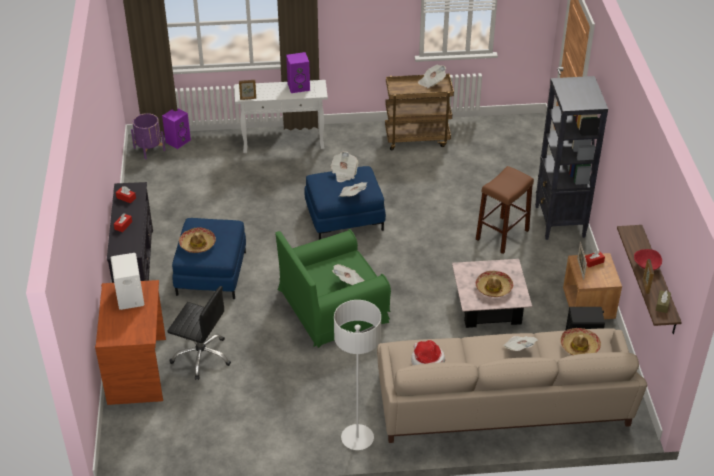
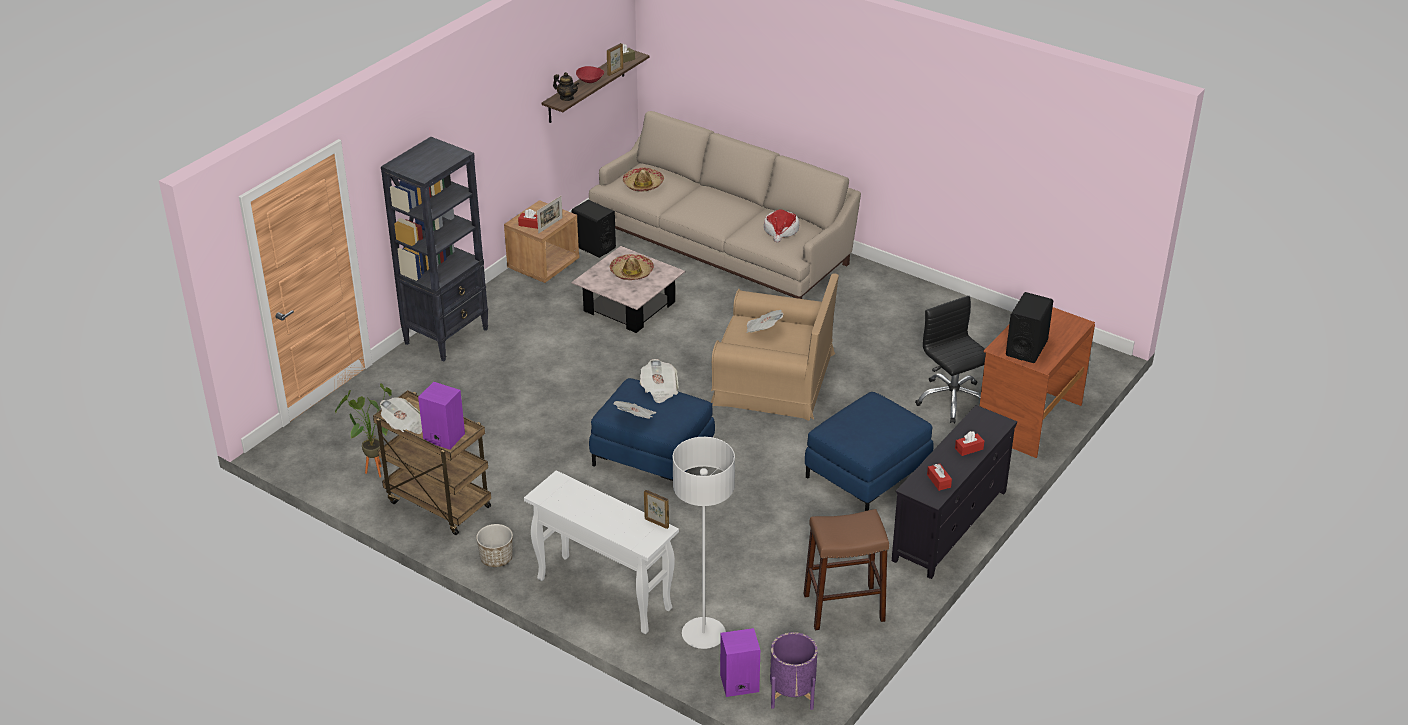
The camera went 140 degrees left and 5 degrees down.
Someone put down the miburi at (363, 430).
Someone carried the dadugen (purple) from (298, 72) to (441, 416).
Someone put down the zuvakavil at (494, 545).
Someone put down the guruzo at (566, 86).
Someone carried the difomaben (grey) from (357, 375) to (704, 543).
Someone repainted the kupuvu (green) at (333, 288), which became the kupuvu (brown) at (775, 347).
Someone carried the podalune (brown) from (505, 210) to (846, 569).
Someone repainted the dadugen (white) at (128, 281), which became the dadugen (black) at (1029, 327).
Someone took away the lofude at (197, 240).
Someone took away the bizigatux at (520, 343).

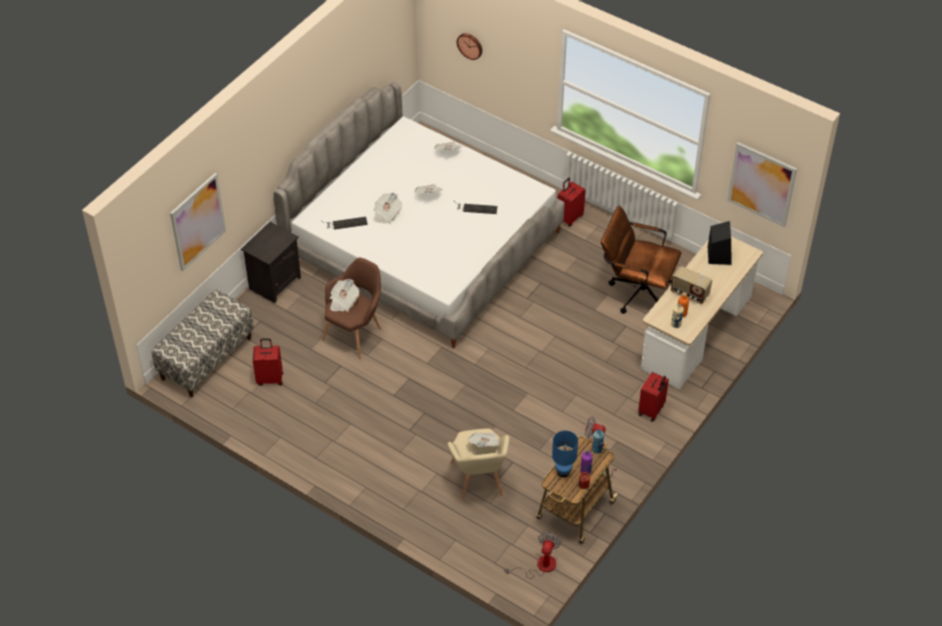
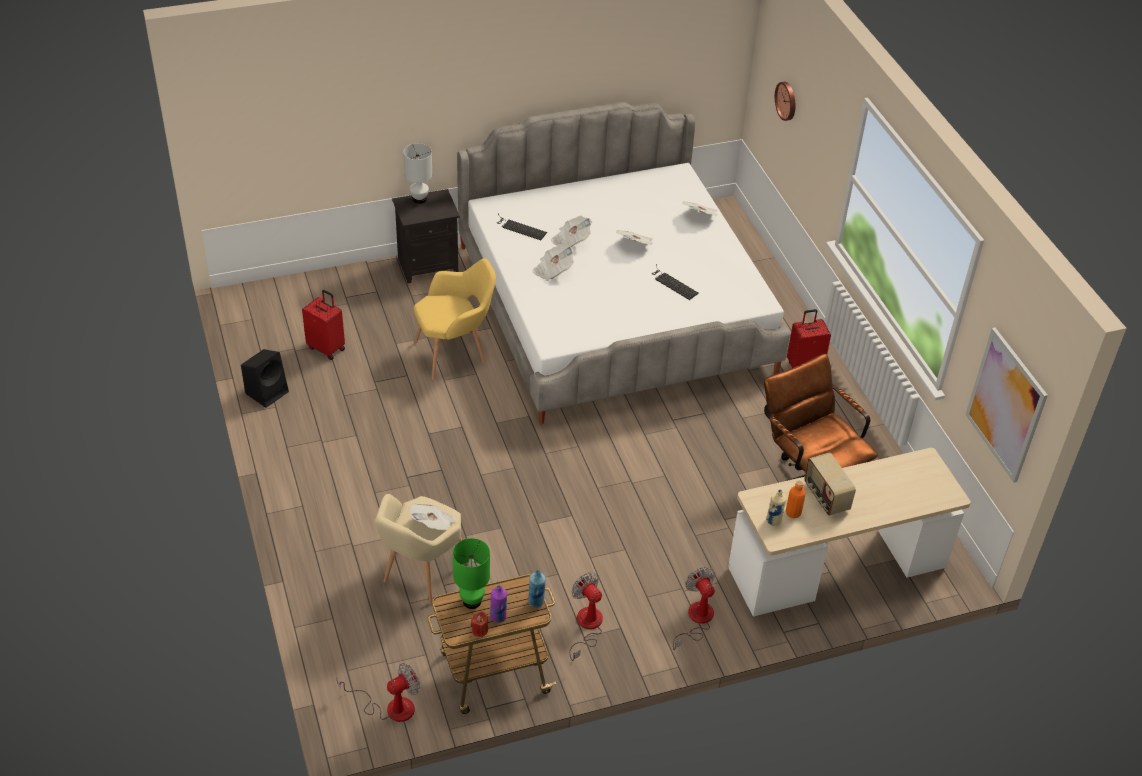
The camera went 35 degrees right and 5 degrees down.
Someone carried the dadugen (black) from (720, 243) to (265, 378).
Someone put down the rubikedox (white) at (417, 173).
Someone repainted the kupuvu (brown) at (351, 308), which became the kupuvu (yellow) at (455, 319).
Someone repainted the rubikedox (blue) at (565, 454), which became the rubikedox (green) at (471, 573).
Someone carried the bizigatux from (344, 295) to (553, 262).
Someone swapped the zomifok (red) at (653, 397) for the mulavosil at (694, 608).
Someone took away the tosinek at (203, 343).
Someone took away the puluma at (198, 222).

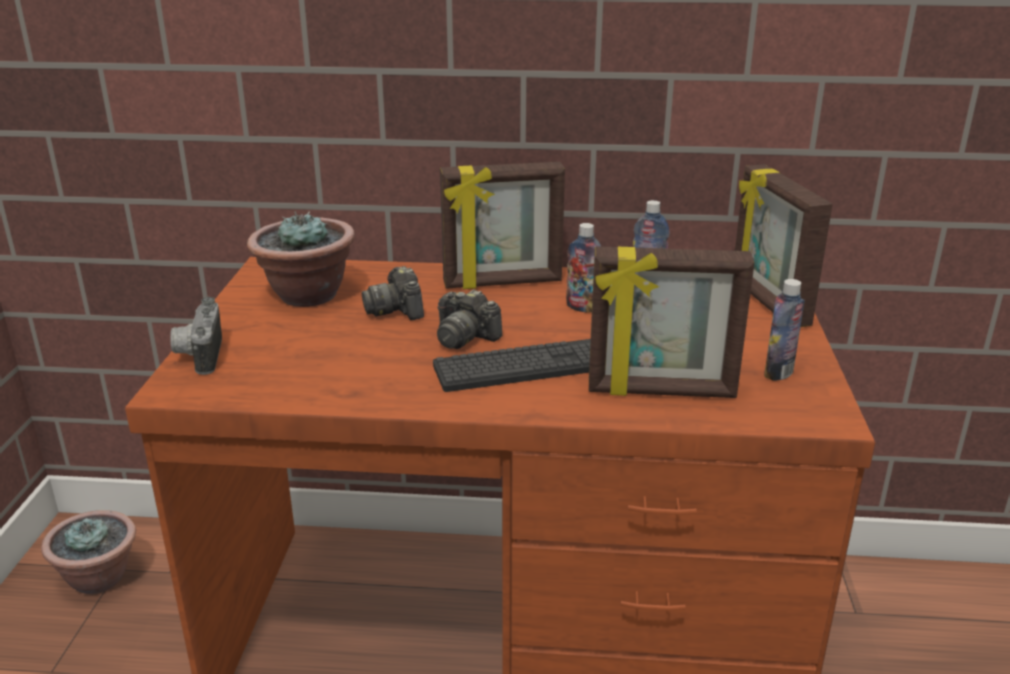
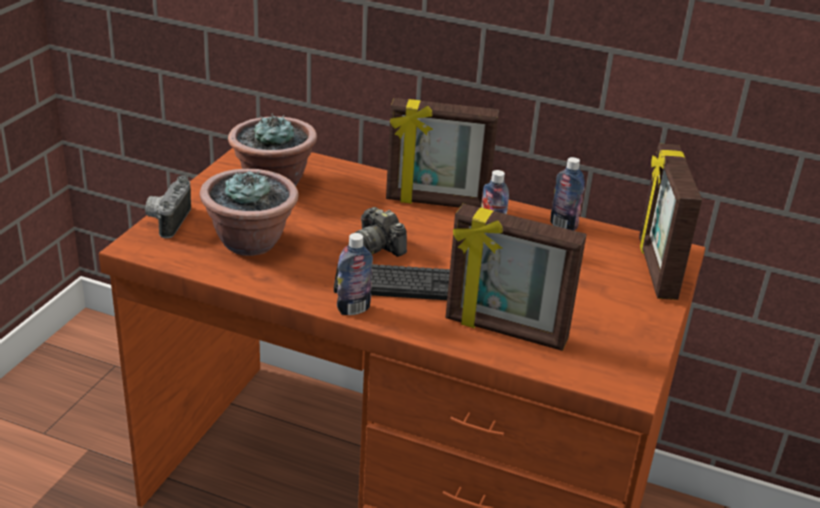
The camera went 15 degrees right and 5 degrees up.
Someone carried the miburi from (88, 552) to (249, 212).
Someone carried the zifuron from (784, 330) to (355, 274).
Someone took away the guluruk at (393, 293).

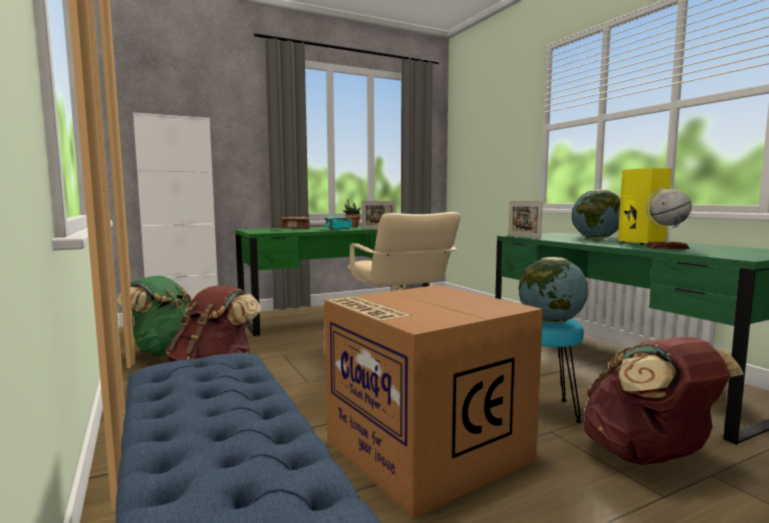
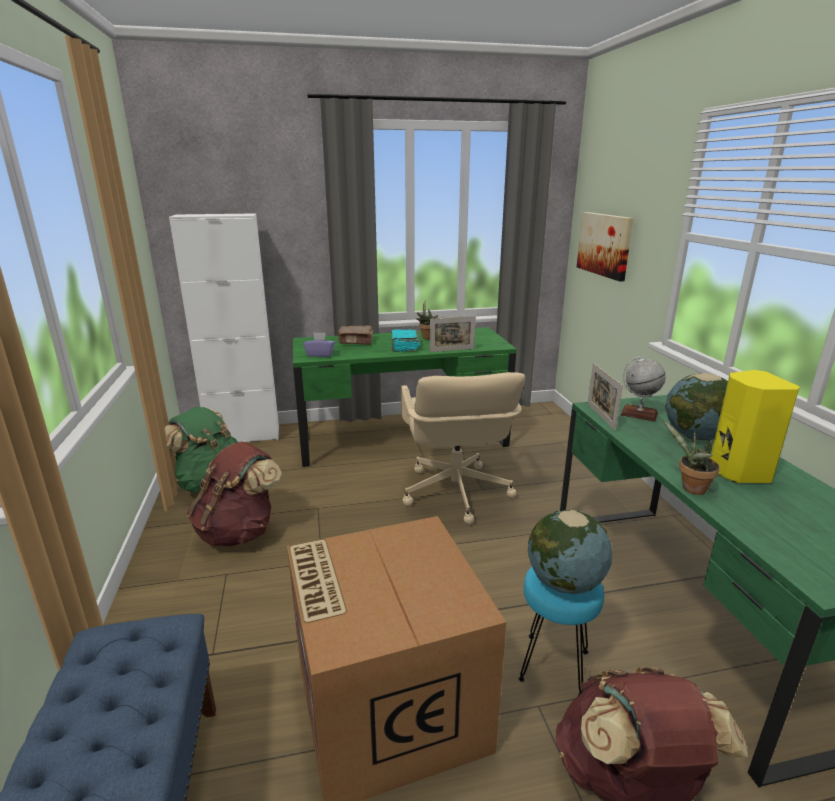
The camera went 15 degrees right and 15 degrees up.
Someone put down the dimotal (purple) at (319, 345).
Someone put up the puluma at (605, 246).
Someone carried the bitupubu from (668, 218) to (643, 389).
Someone put down the miburi at (691, 457).

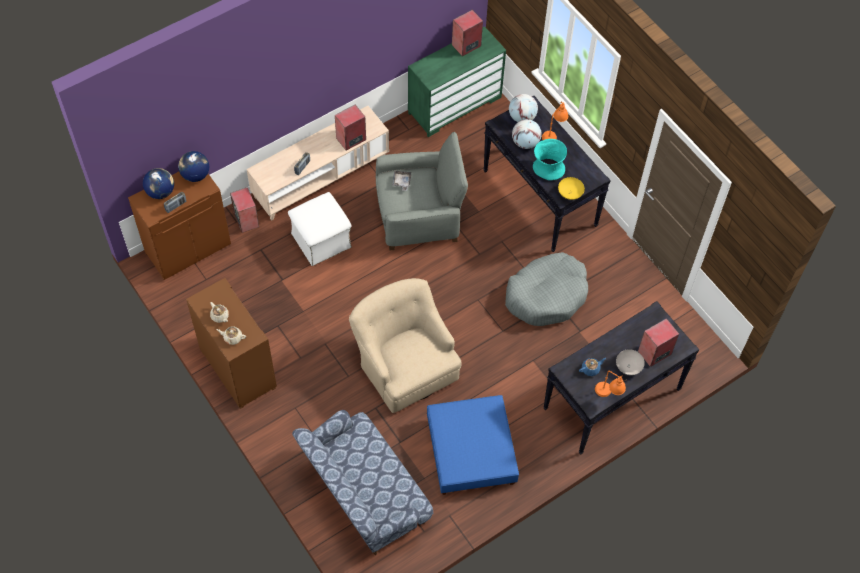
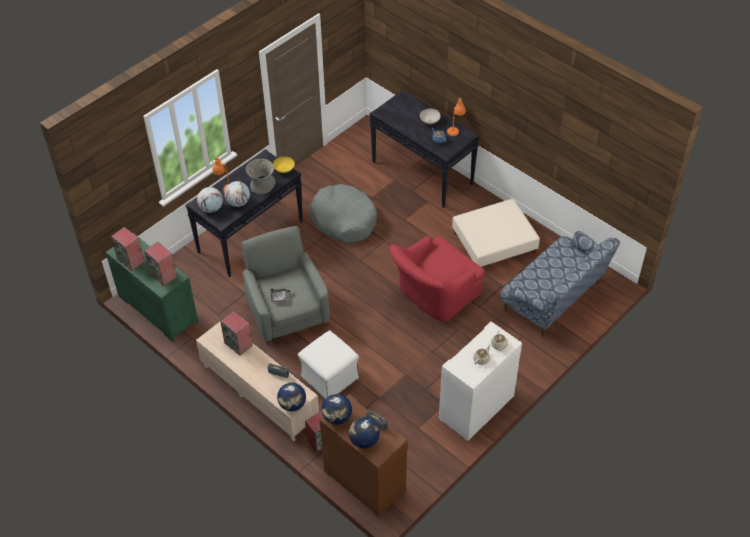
The camera went 100 degrees left and 10 degrees down.
Someone carried the dadugen from (658, 342) to (160, 264).
Someone repainted the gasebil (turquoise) at (550, 159), which became the gasebil (grey) at (261, 177).
Someone put down the bitupubu at (291, 397).
Someone repainted the kupuvu (beige) at (405, 345), which became the kupuvu (red) at (437, 278).
Someone repainted the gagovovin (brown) at (231, 343), which became the gagovovin (white) at (480, 382).
Someone repainted the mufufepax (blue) at (473, 445), which became the mufufepax (beige) at (496, 233).

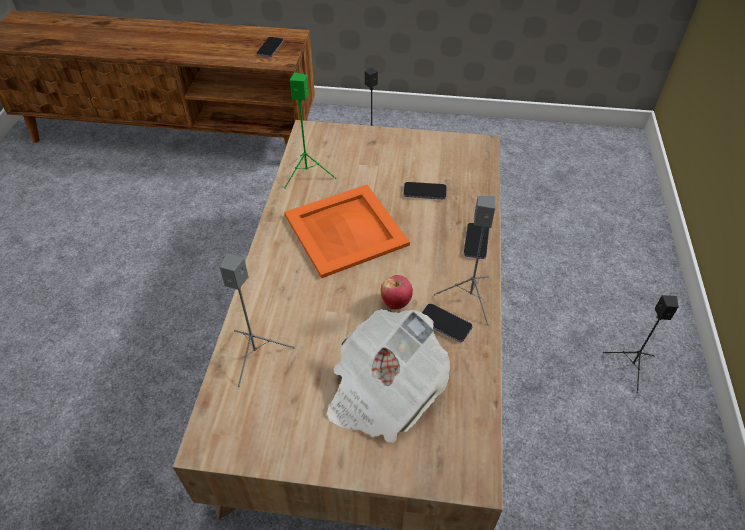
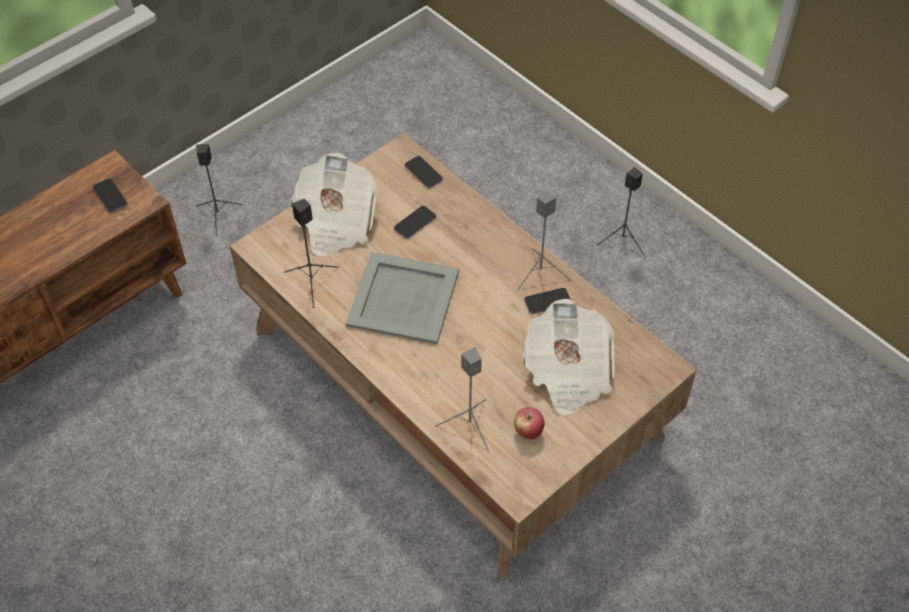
The camera went 50 degrees left and 5 degrees up.
Someone repainted the dadugen (green) at (310, 130), which became the dadugen (black) at (311, 253).
Someone put down the bizigatux at (334, 204).
Someone repainted the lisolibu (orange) at (347, 231), which became the lisolibu (grey) at (402, 298).
Someone carried the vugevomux from (476, 241) to (424, 172).
Someone carried the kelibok from (397, 292) to (529, 423).

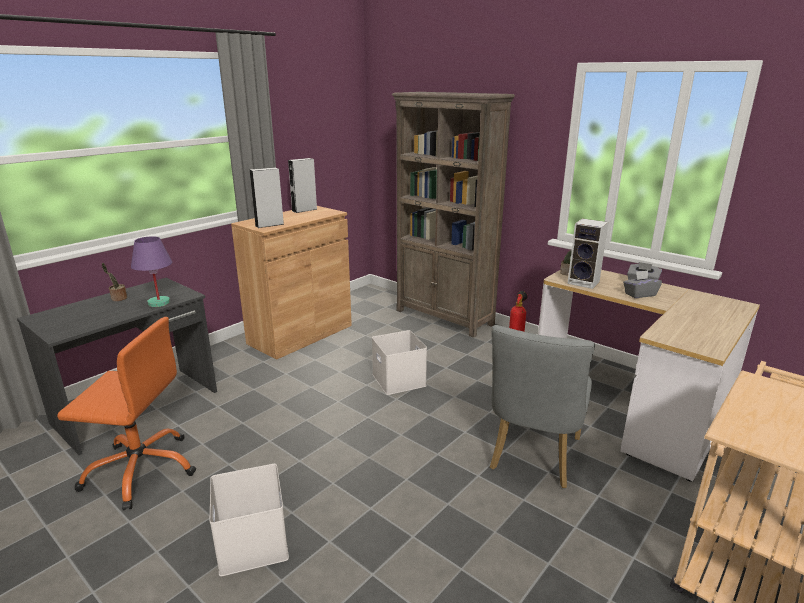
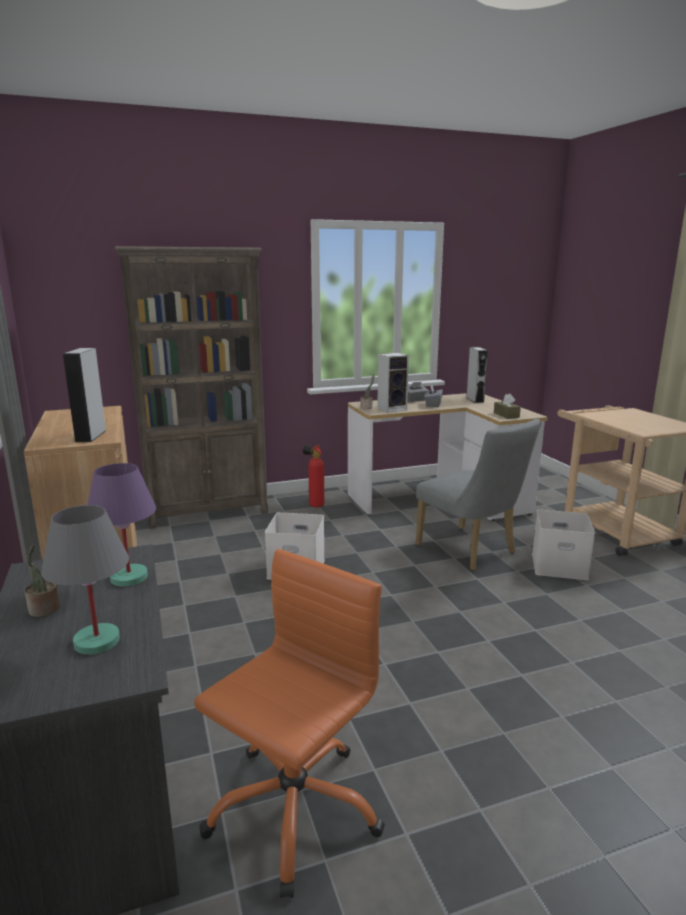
The camera went 60 degrees left and 5 degrees down.
Someone put down the rubikedox (grey) at (85, 580).
Someone carried the dadugen (grey) from (303, 185) to (477, 375).
Someone put down the dimotal (brown) at (507, 406).
Someone carried the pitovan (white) from (249, 520) to (563, 544).

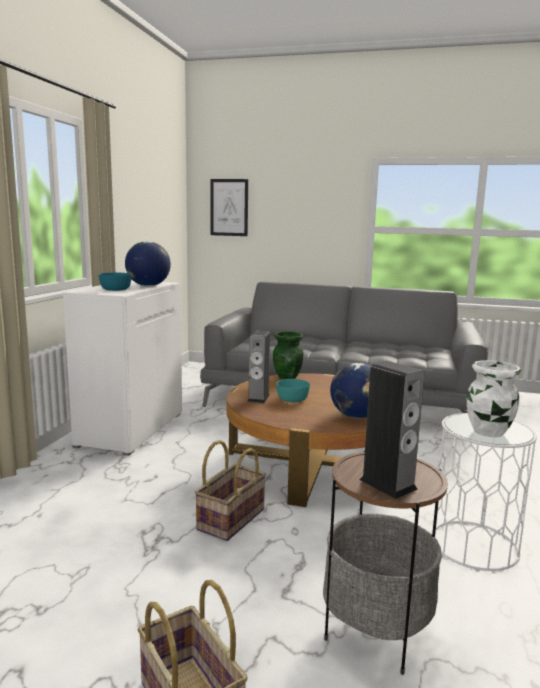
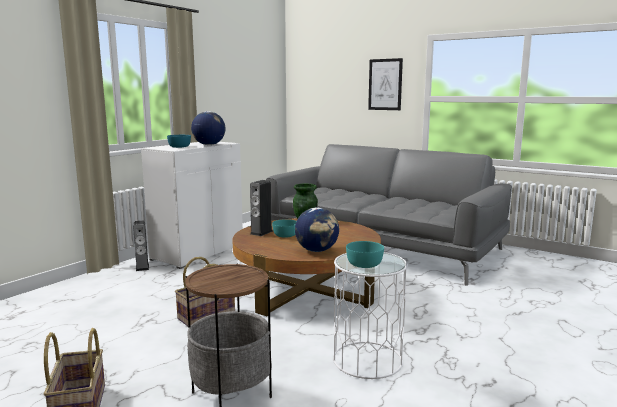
The camera went 20 degrees right and 0 degrees up.
Someone carried the dadugen from (391, 430) to (141, 246).
Someone swapped the gasebil (white) at (494, 398) for the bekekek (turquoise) at (365, 254).
Someone carried the puluma from (229, 207) to (385, 84).

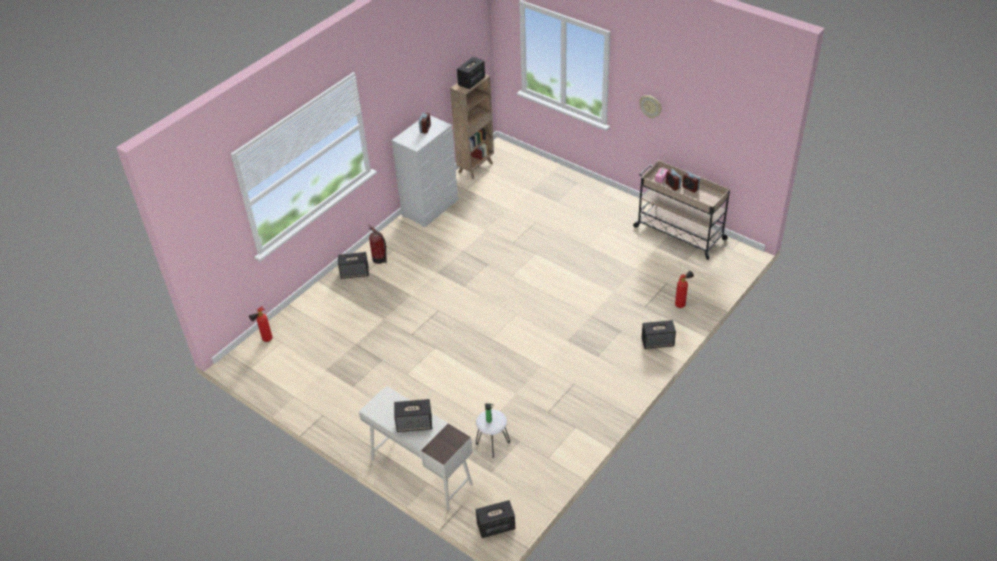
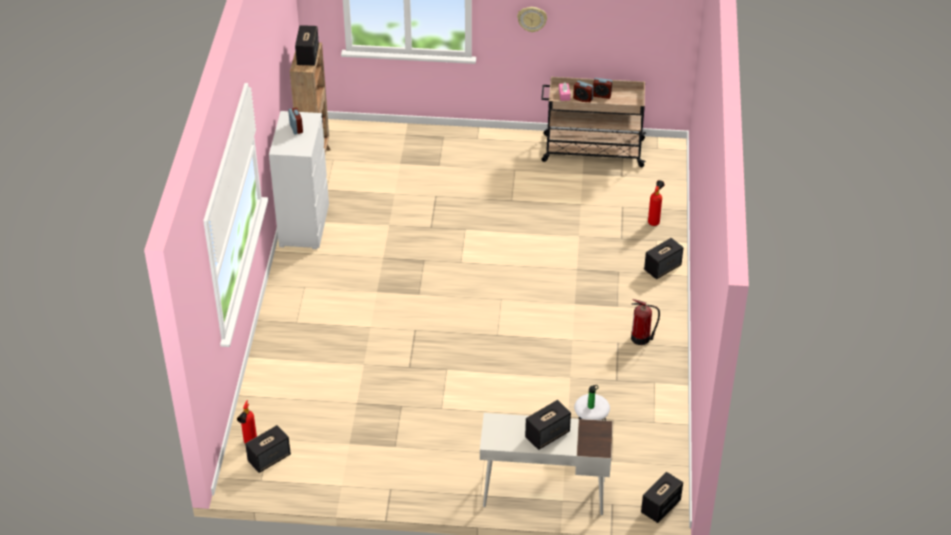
The camera went 35 degrees left and 0 degrees up.
Someone carried the dadugen from (353, 265) to (268, 449).
Someone carried the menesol from (377, 244) to (645, 322).

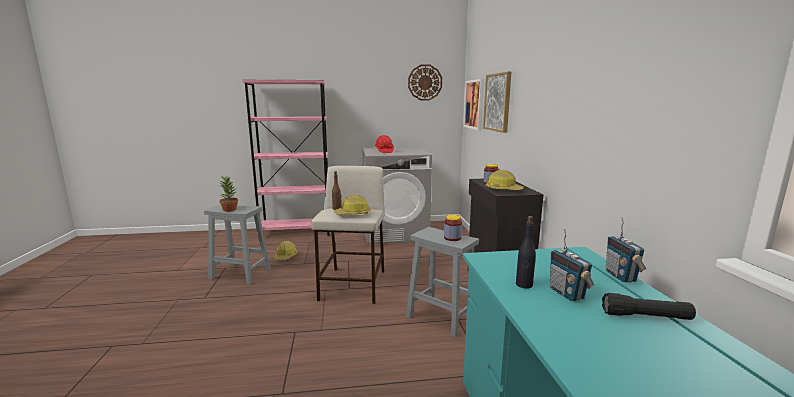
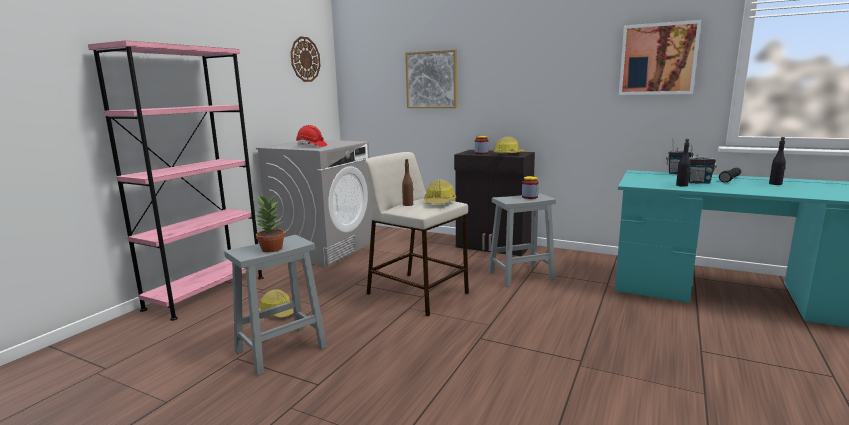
The camera went 55 degrees left and 0 degrees up.
Someone carried the puluma from (473, 104) to (660, 57).
Someone put down the zifuron (black) at (777, 161).

